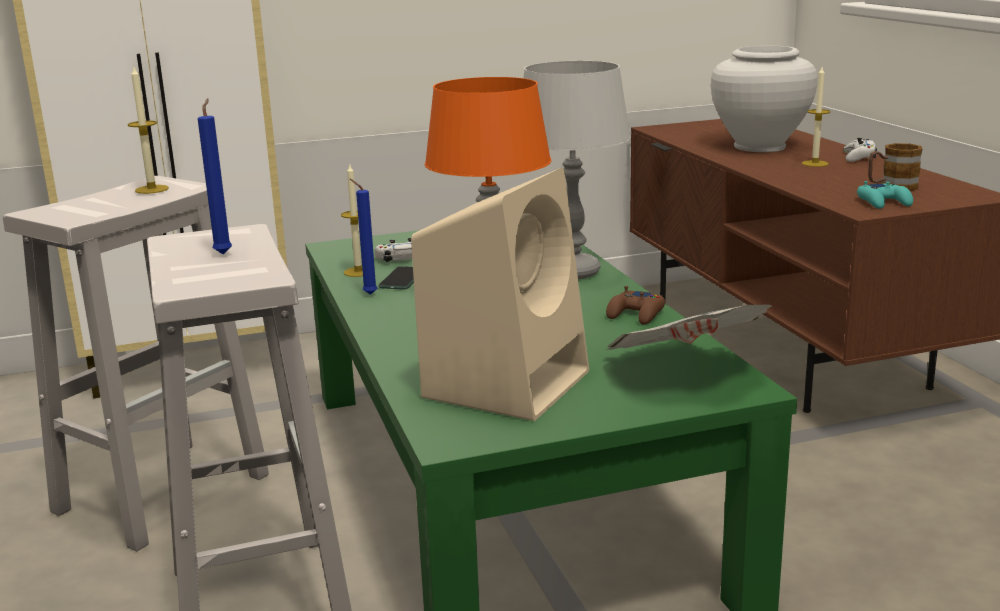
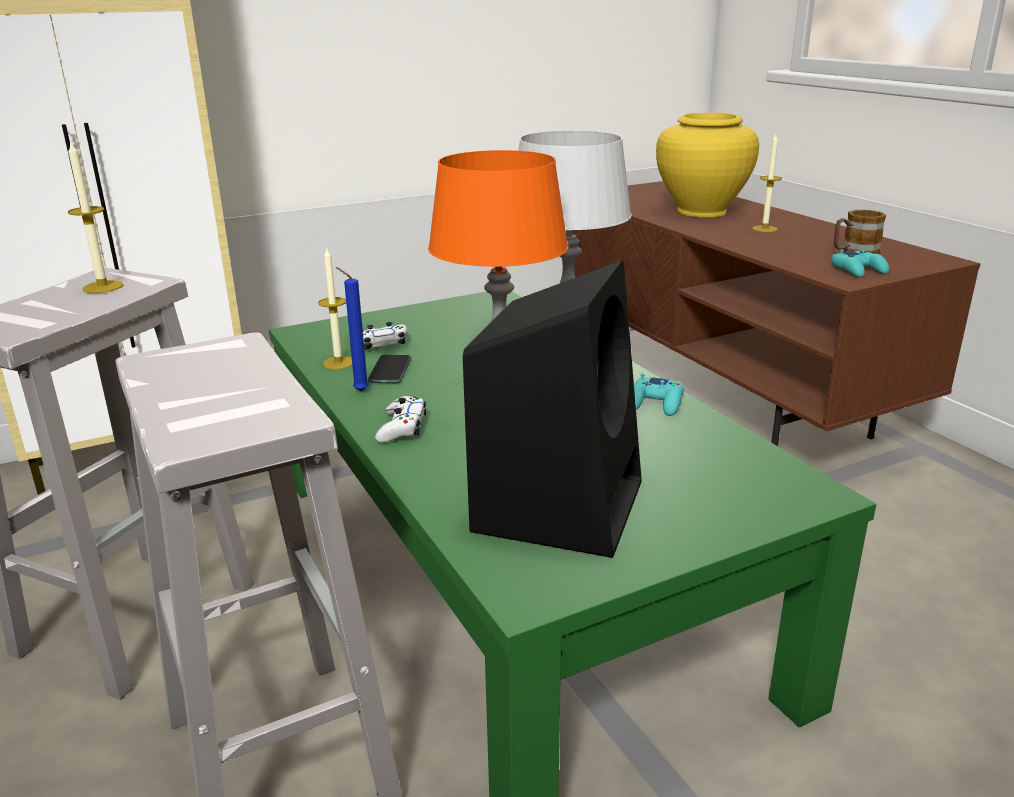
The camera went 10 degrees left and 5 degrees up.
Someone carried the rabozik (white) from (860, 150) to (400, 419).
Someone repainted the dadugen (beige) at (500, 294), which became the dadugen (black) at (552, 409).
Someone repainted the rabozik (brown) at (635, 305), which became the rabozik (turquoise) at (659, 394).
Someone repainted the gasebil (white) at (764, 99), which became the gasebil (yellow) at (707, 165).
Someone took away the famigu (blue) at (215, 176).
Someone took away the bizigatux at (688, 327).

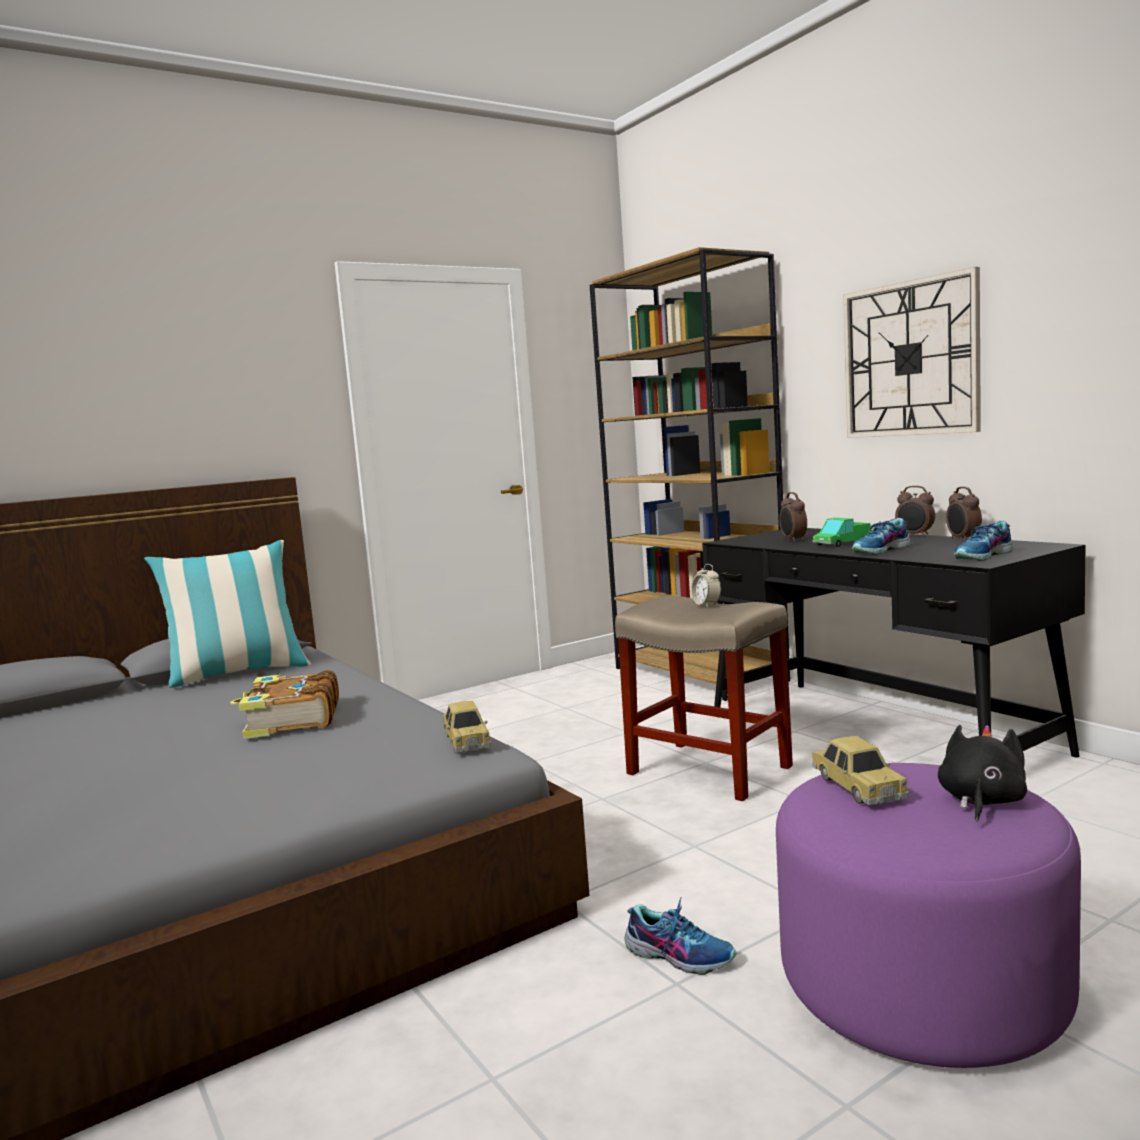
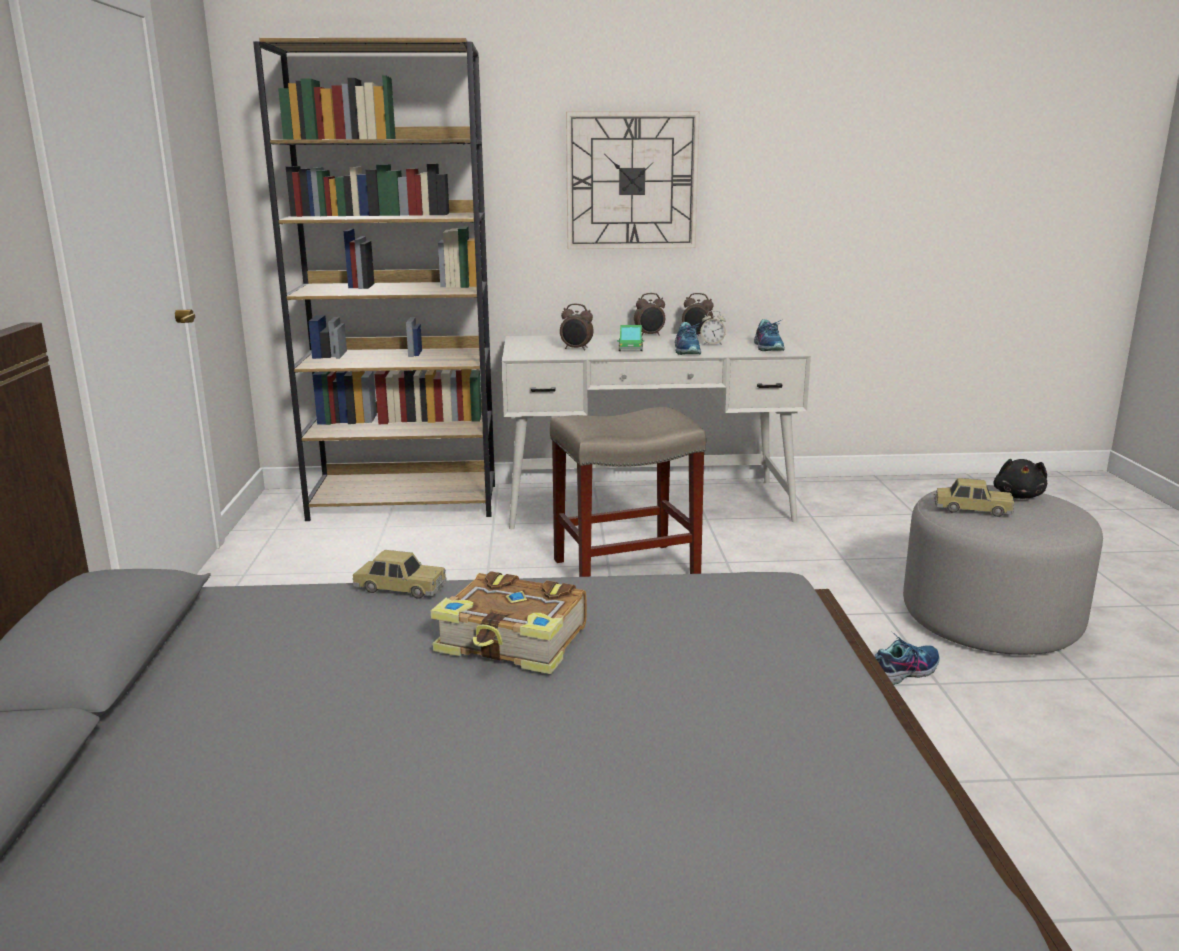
The camera went 60 degrees left and 10 degrees up.
Someone carried the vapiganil from (467, 726) to (400, 574).
Someone repainted the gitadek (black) at (894, 642), which became the gitadek (white) at (656, 431).
Someone carried the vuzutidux from (706, 585) to (713, 328).
Someone repainted the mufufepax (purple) at (928, 915), which became the mufufepax (grey) at (1003, 570).
Someone rotated the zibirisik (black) at (982, 773) by 135 degrees counterclockwise.
Someone took away the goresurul at (227, 614).

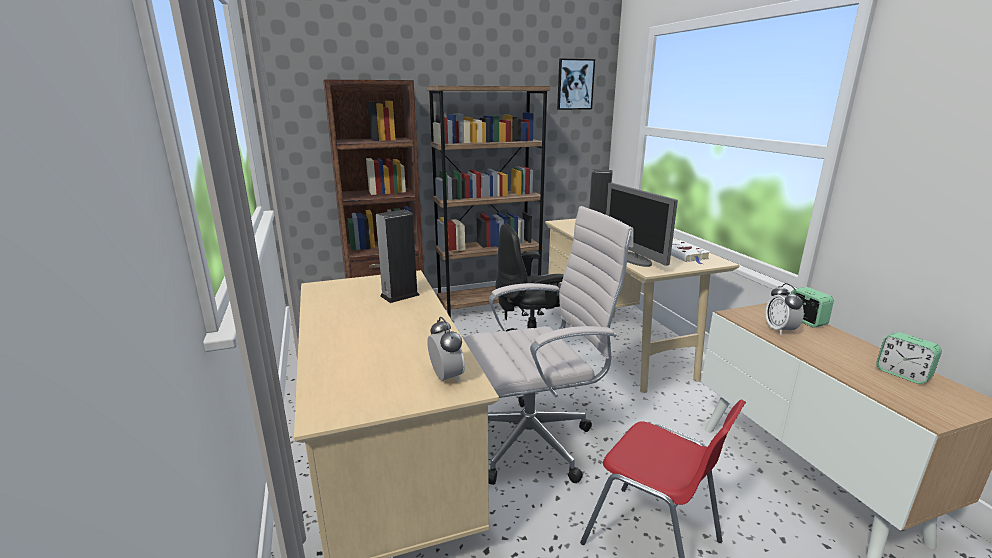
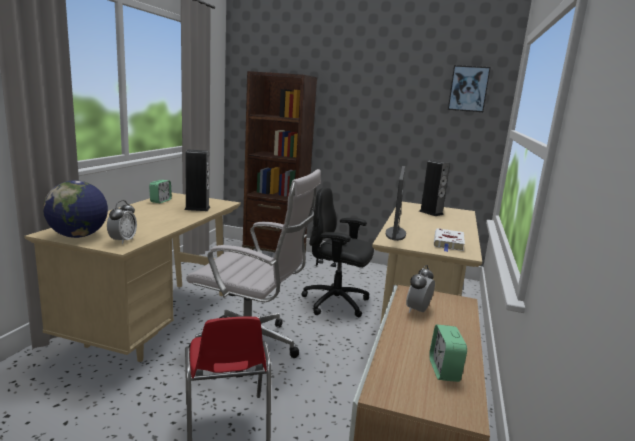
The camera went 35 degrees right and 5 degrees down.
Someone put down the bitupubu at (75, 209).
Someone carried the vuzutidux from (812, 307) to (160, 191).
Someone took away the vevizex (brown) at (488, 202).

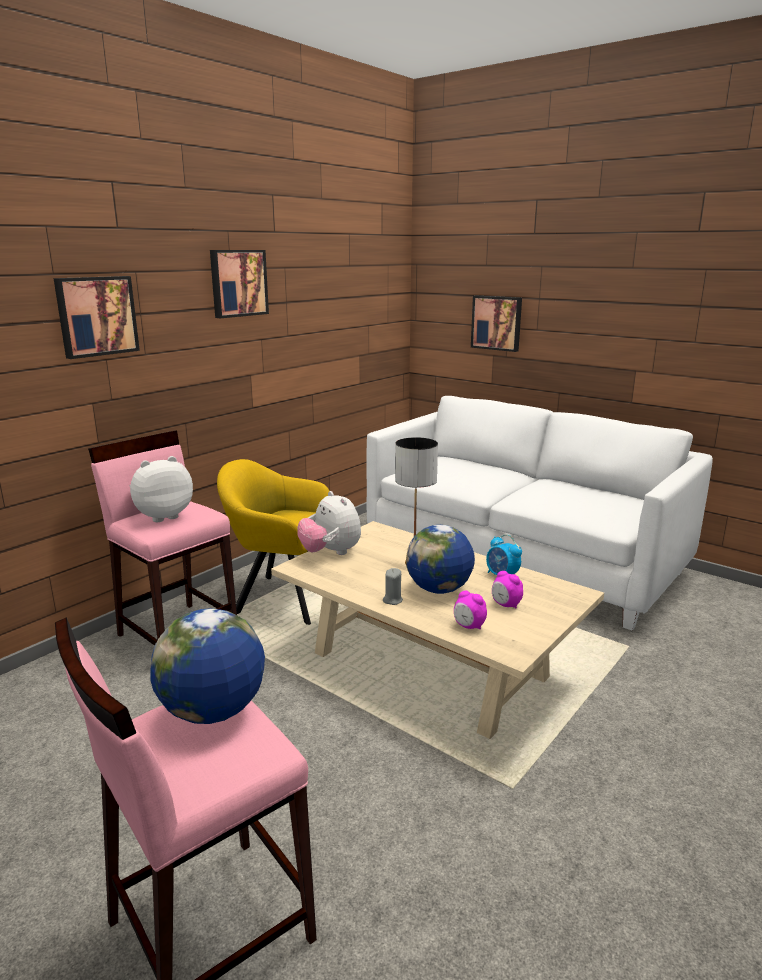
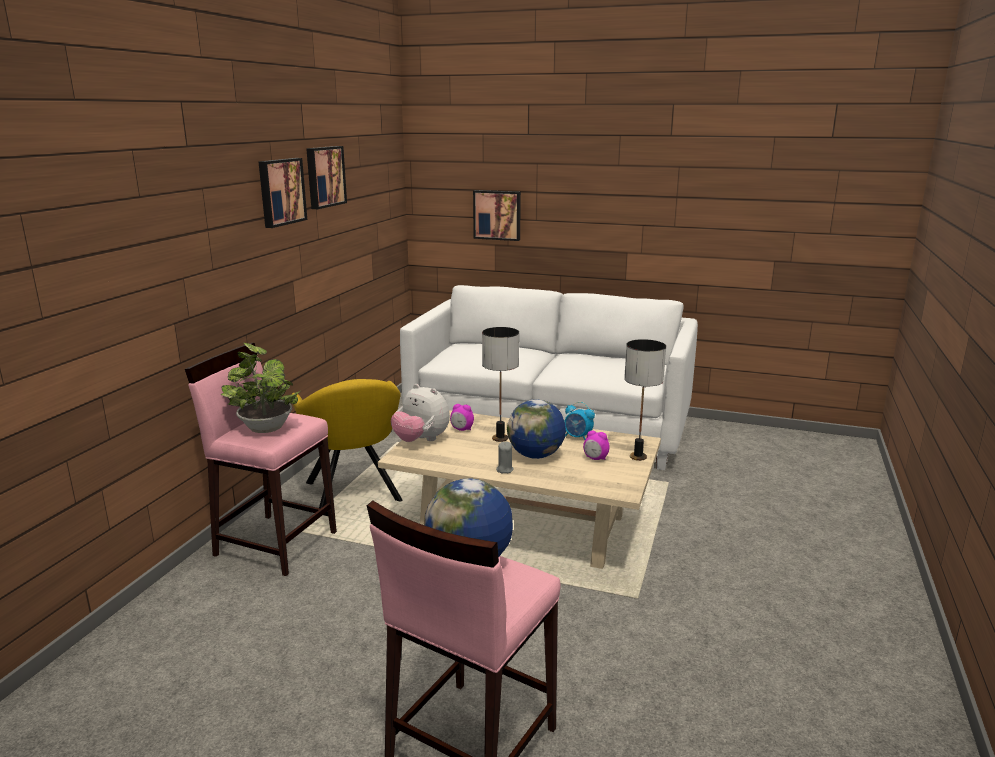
The camera went 20 degrees left and 0 degrees up.
Someone swapped the zibirisik at (161, 489) for the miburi at (260, 388).
Someone rotated the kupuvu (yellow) at (273, 542) by 105 degrees counterclockwise.
Someone carried the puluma from (97, 317) to (326, 177).
Someone carried the vuzutidux from (470, 610) to (462, 417).
Someone put down the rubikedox at (645, 400).

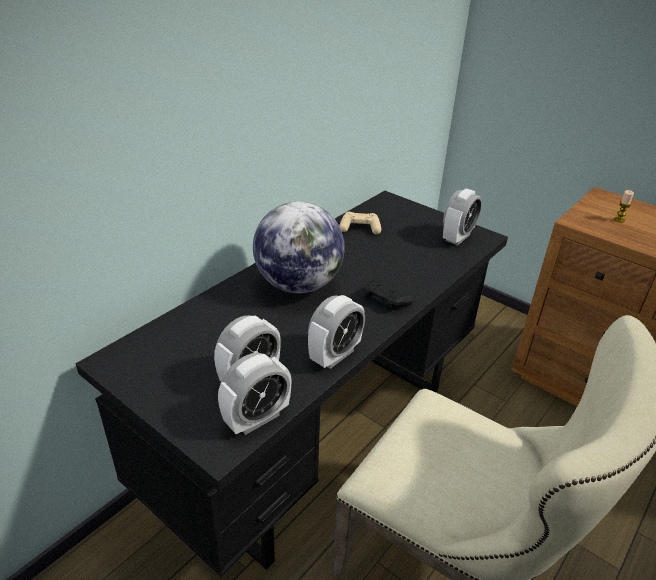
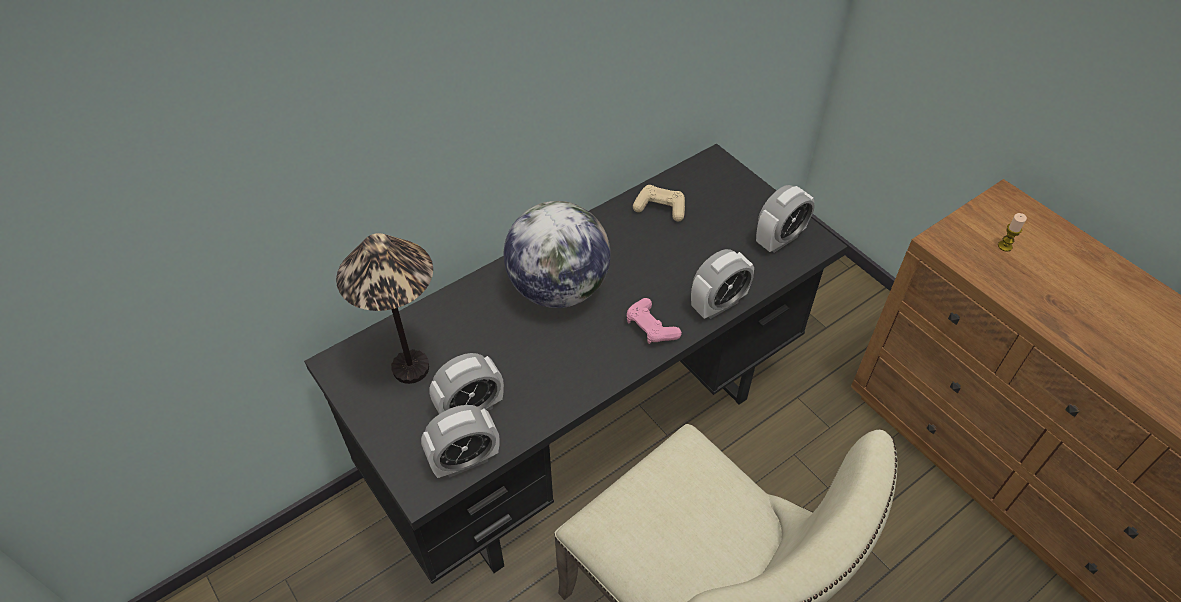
The camera went 15 degrees right and 15 degrees up.
Someone put down the rubikedox at (384, 308).
Someone repainted the rabozik (black) at (388, 294), which became the rabozik (pink) at (654, 321).
Someone carried the vuzutidux from (336, 332) to (722, 284).

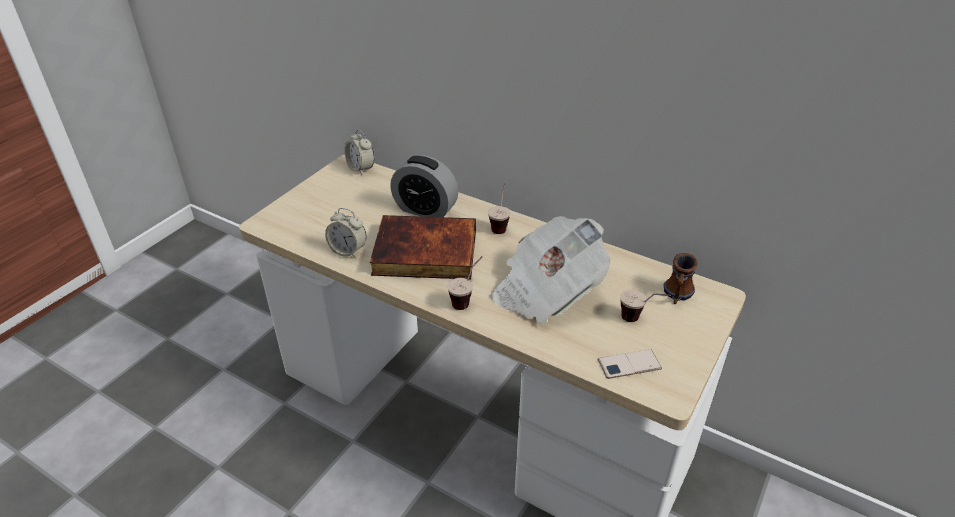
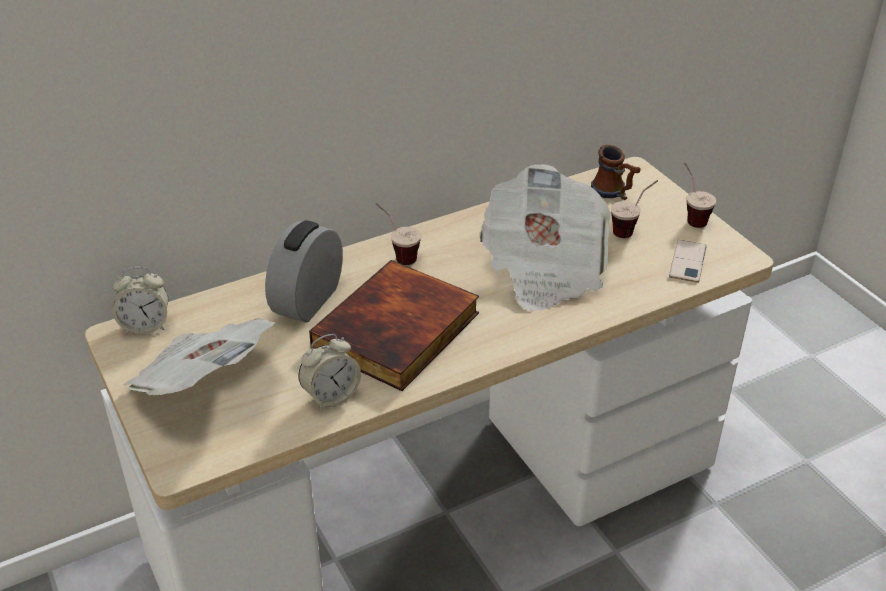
The camera went 60 degrees left and 0 degrees up.
Someone put down the bizigatux at (199, 356).
Someone rotated the vuzutidux at (424, 186) by 150 degrees clockwise.
Someone carried the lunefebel from (465, 283) to (700, 195).

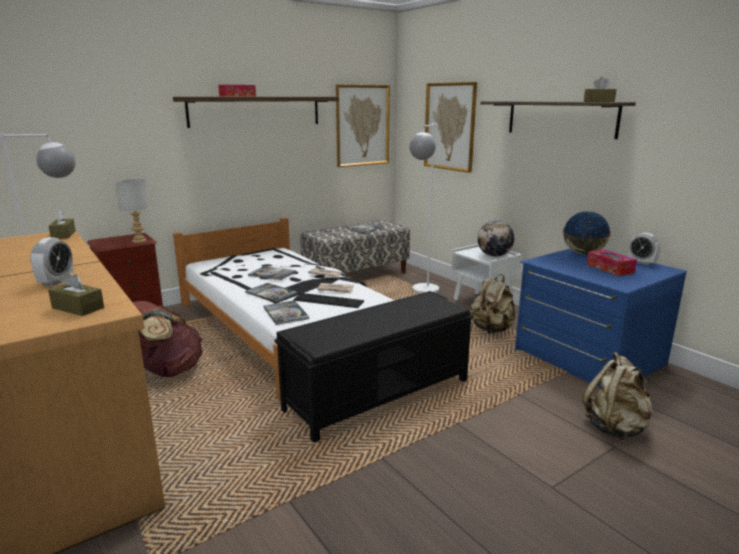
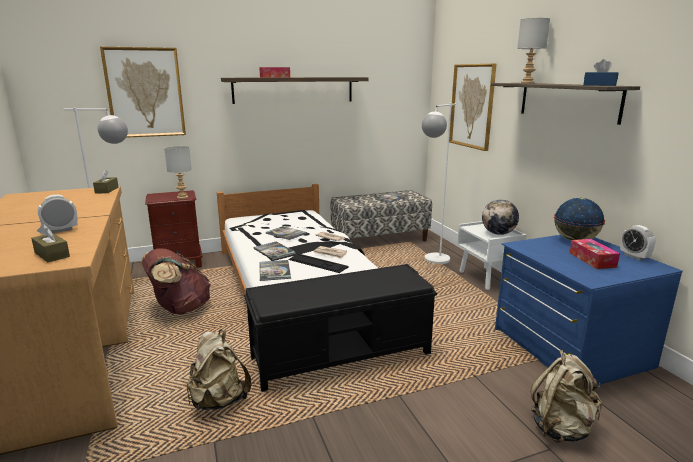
The camera went 15 degrees right and 0 degrees up.
Someone rotated the vuzutidux at (52, 261) by 150 degrees counterclockwise.
Someone carried the puluma from (363, 125) to (143, 92).
Someone carried the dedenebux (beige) from (492, 304) to (219, 370).
Someone put down the rubikedox (grey) at (533, 50).
Someone repainted the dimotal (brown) at (600, 89), which became the dimotal (blue) at (601, 72).

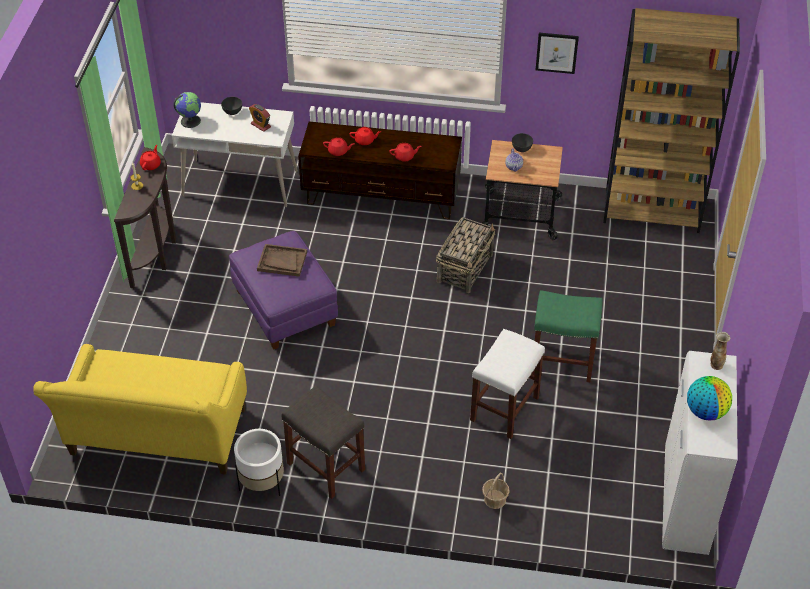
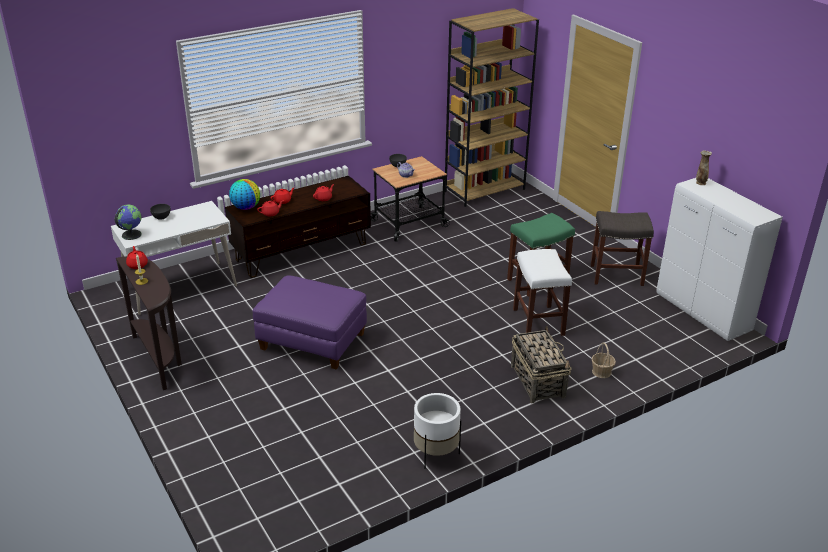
The camera went 40 degrees left and 15 degrees down.
Someone carried the bitupubu from (709, 398) to (244, 194).
Someone carried the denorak from (465, 255) to (541, 364).
Someone carried the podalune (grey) from (323, 442) to (622, 248).
Someone took away the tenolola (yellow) at (140, 409).
Someone took away the vuzutidux at (260, 118).
Someone took away the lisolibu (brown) at (282, 260).
Someone took away the puluma at (557, 53).

